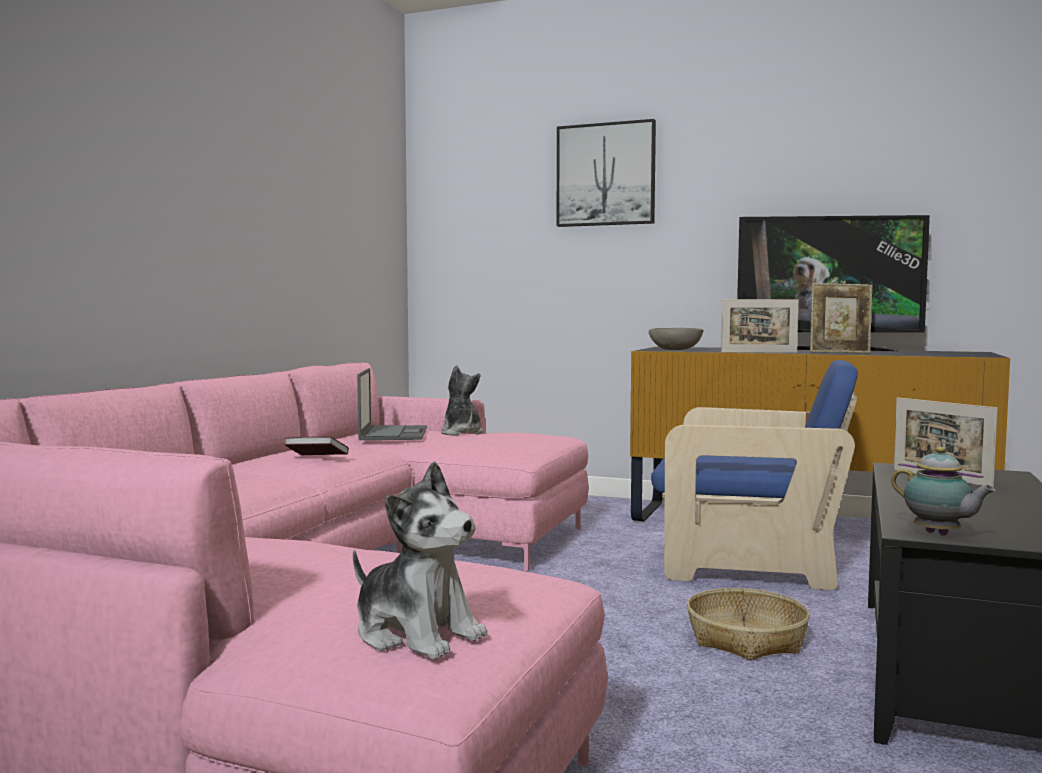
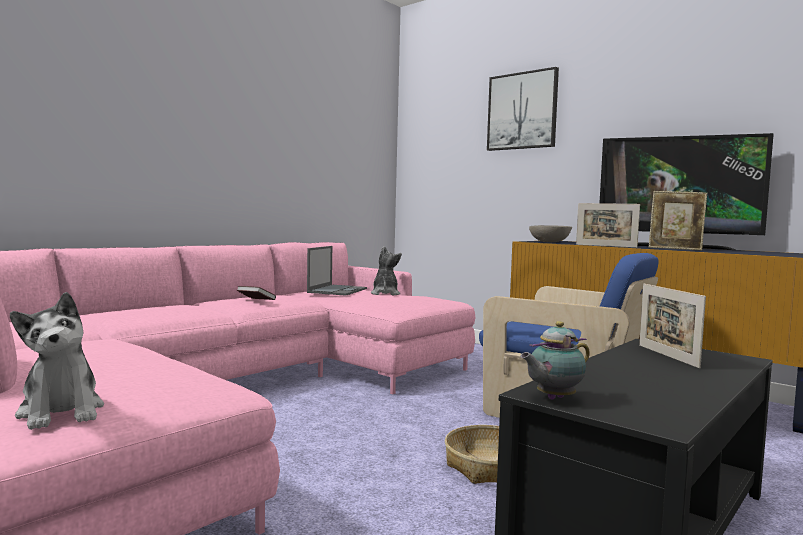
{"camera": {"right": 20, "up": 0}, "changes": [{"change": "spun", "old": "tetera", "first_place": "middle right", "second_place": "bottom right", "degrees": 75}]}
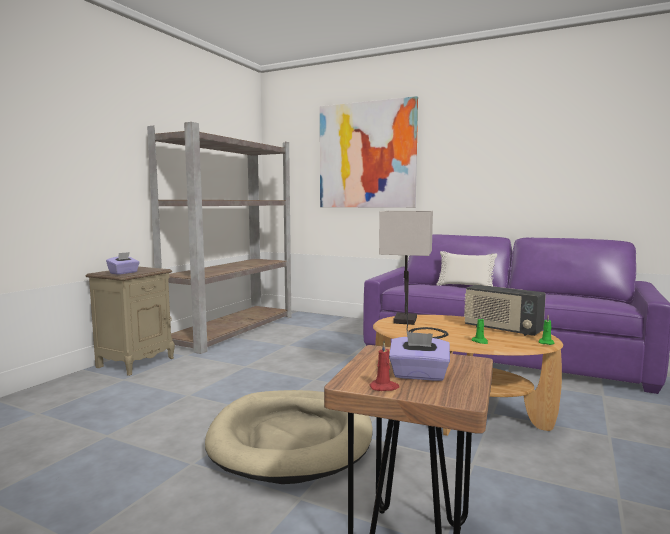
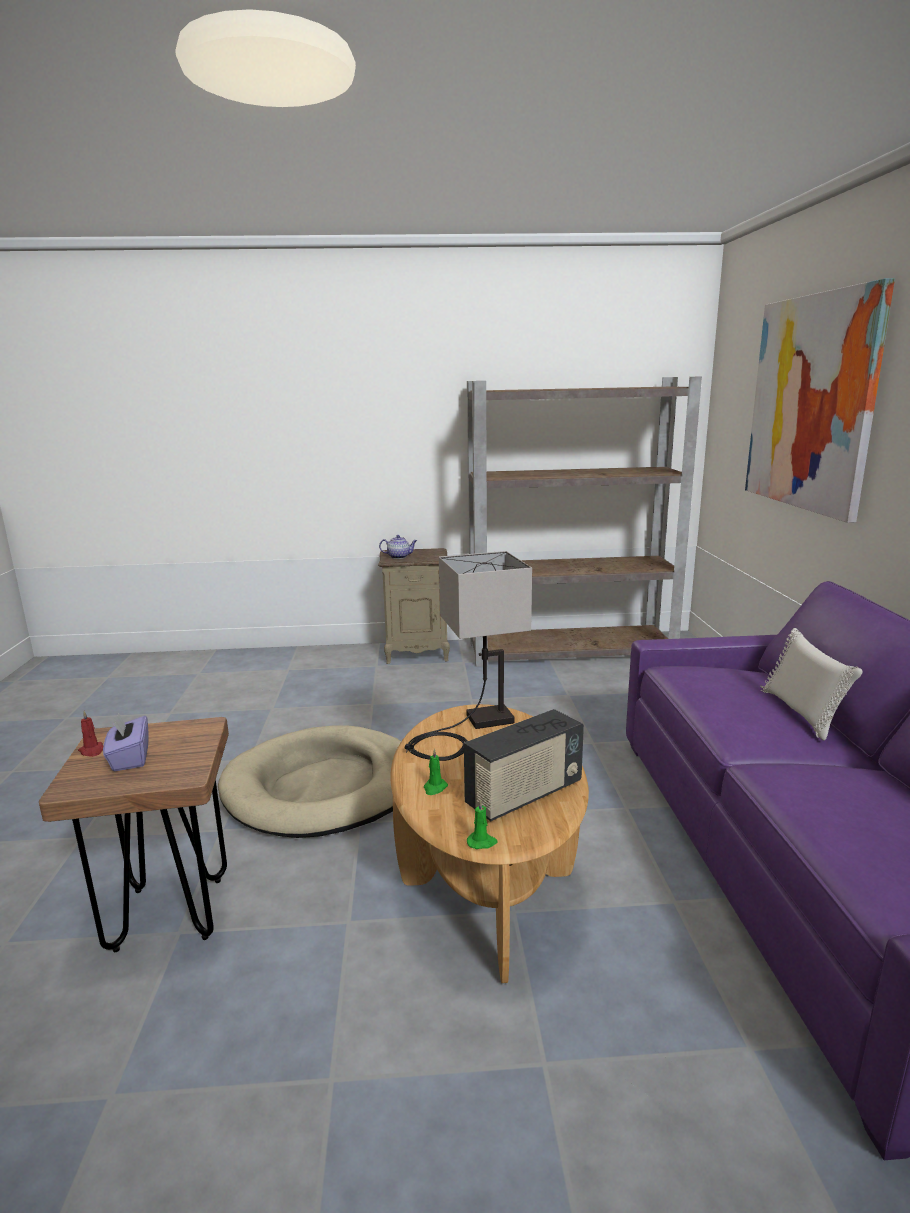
{"camera": {"right": 60, "up": 10}, "changes": [{"change": "exchanged", "old": "caja de pañuelos [morado] (no. 1 from left)", "new": "tetera", "first_place": "middle left", "second_place": "centre"}, {"change": "spun", "old": "radio", "first_place": "middle right", "second_place": "centre", "degrees": -135}]}
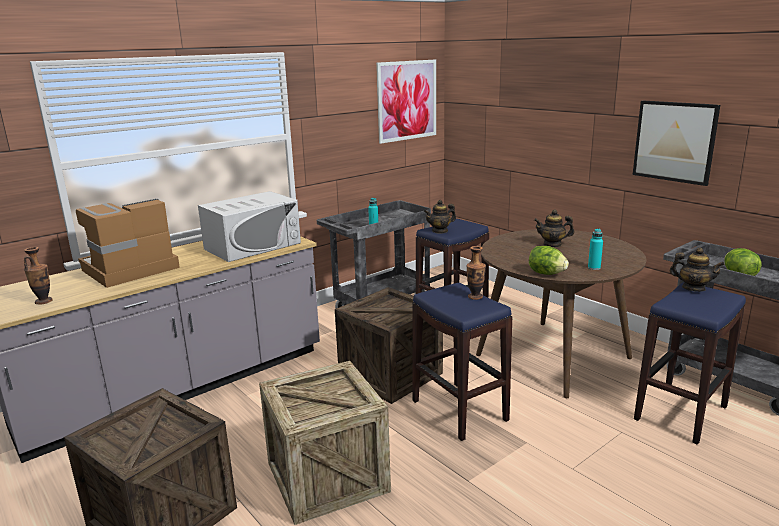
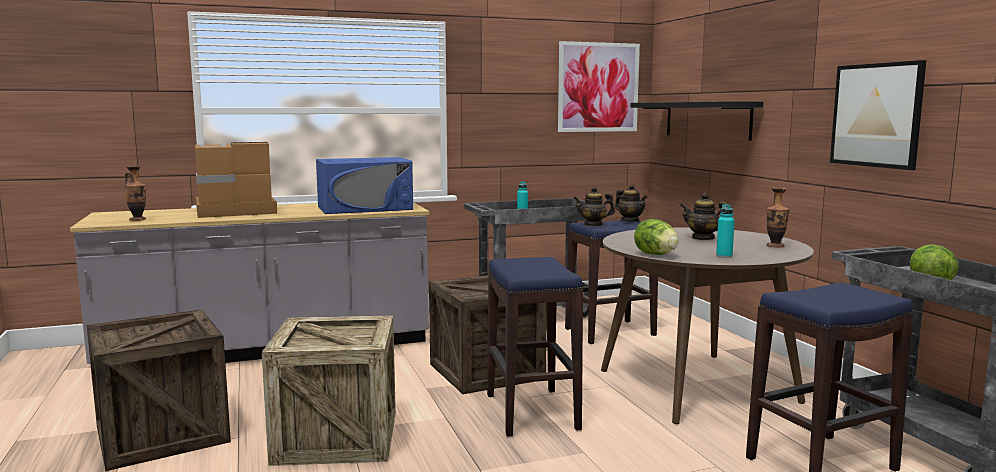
{"camera": {"right": 20, "up": -10}, "changes": [{"change": "colour", "old": "microondas [blanco]", "new": "microondas [azul]", "first_place": "middle left", "second_place": "centre"}, {"change": "relocated", "old": "florero (no. 2 from left)", "first_place": "centre", "second_place": "middle right"}, {"change": "relocated", "old": "tetera (no. 3 from left in the first image)", "new": "tetera (no. 2 from left)", "first_place": "middle right", "second_place": "centre"}, {"change": "appeared", "new": "estante [negro]", "second_place": "top right"}]}
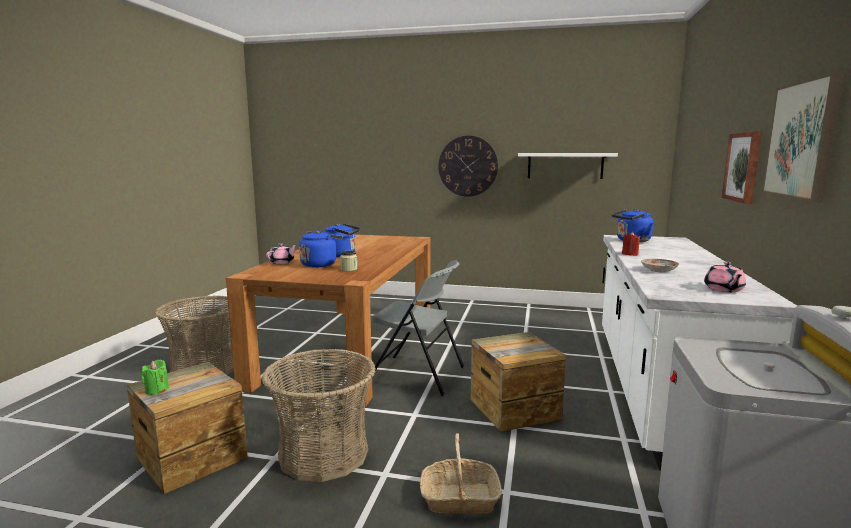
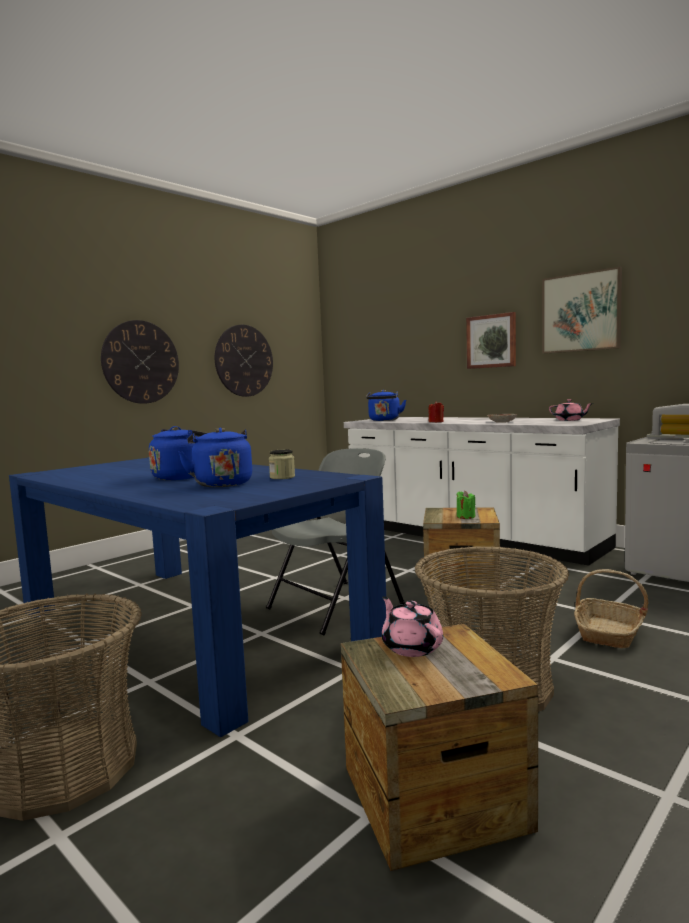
{"camera": {"right": -60, "up": -5}, "changes": [{"change": "relocated", "old": "vela [verde]", "first_place": "bottom left", "second_place": "middle right"}, {"change": "colour", "old": "mesa de comedor [marrón]", "new": "mesa de comedor [azul]", "first_place": "centre", "second_place": "middle left"}, {"change": "relocated", "old": "tetera [rosa] (no. 1 from left)", "first_place": "middle left", "second_place": "bottom centre"}, {"change": "exchanged", "old": "estante [blanco]", "new": "reloj de pared (no. 2 from left)", "first_place": "top right", "second_place": "centre"}]}
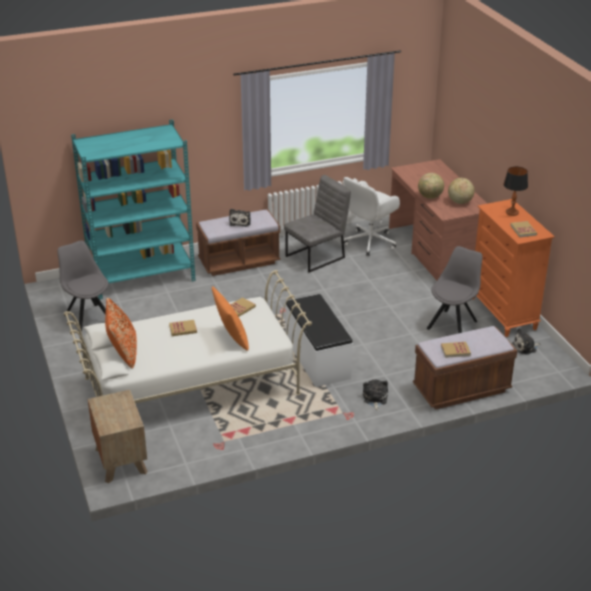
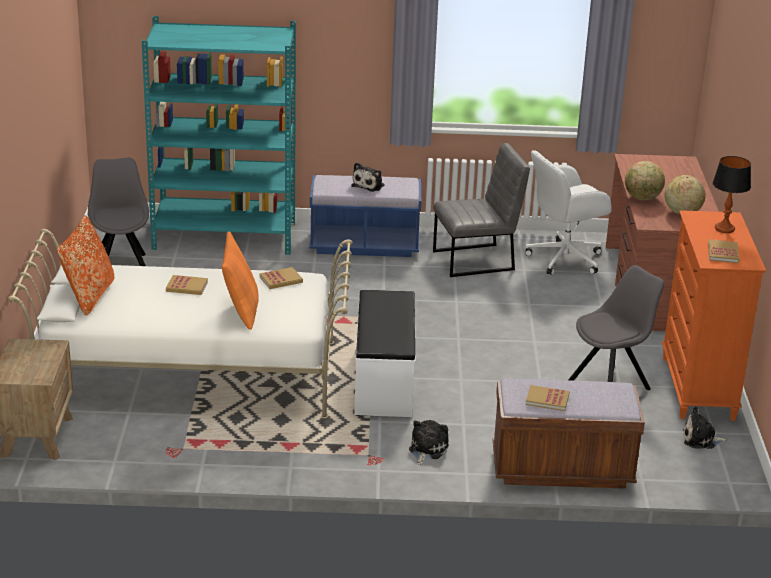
{"camera": {"right": 20, "up": -5}, "changes": [{"change": "colour", "old": "banco [marrón] (no. 1 from left)", "new": "banco [azul]", "first_place": "centre", "second_place": "centre"}]}
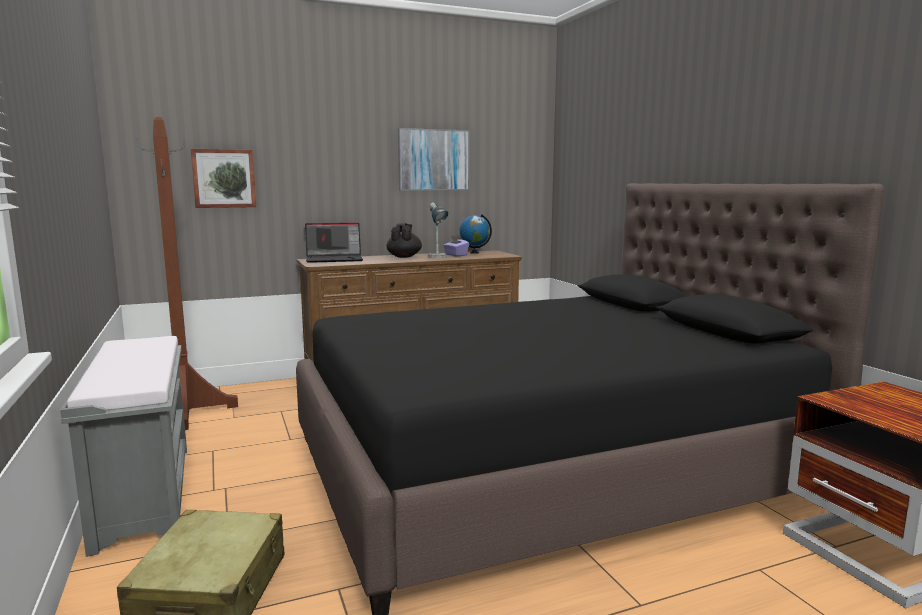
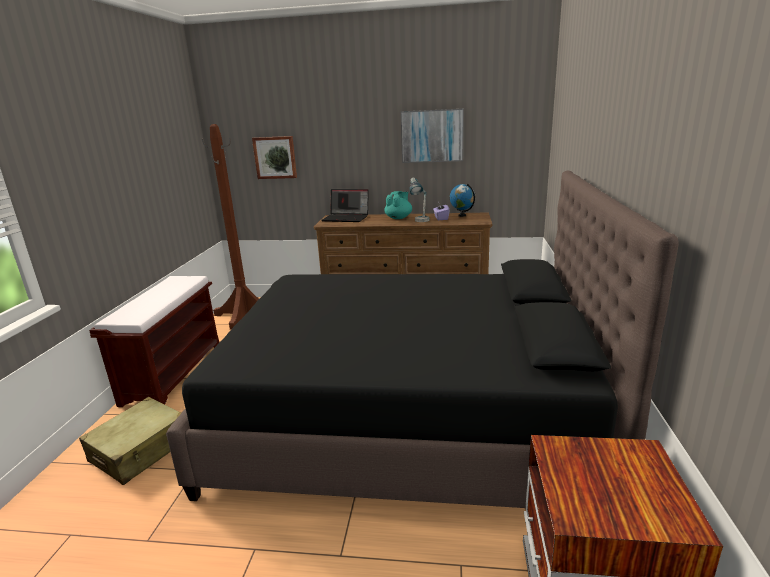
{"camera": {"right": 30, "up": 10}, "changes": [{"change": "colour", "old": "banco [gris]", "new": "banco [marrón]", "first_place": "bottom left", "second_place": "middle left"}, {"change": "colour", "old": "tetera [negro]", "new": "tetera [turquesa]", "first_place": "centre", "second_place": "centre"}]}
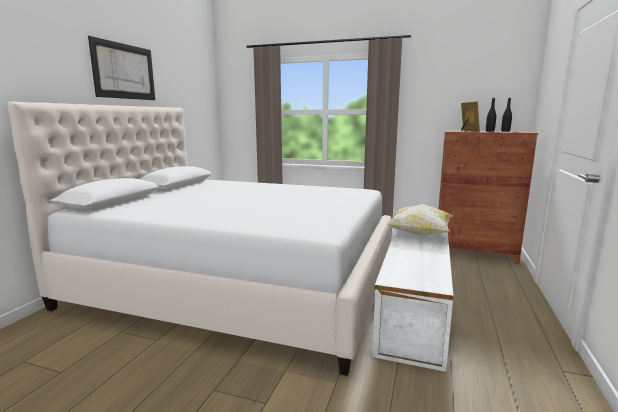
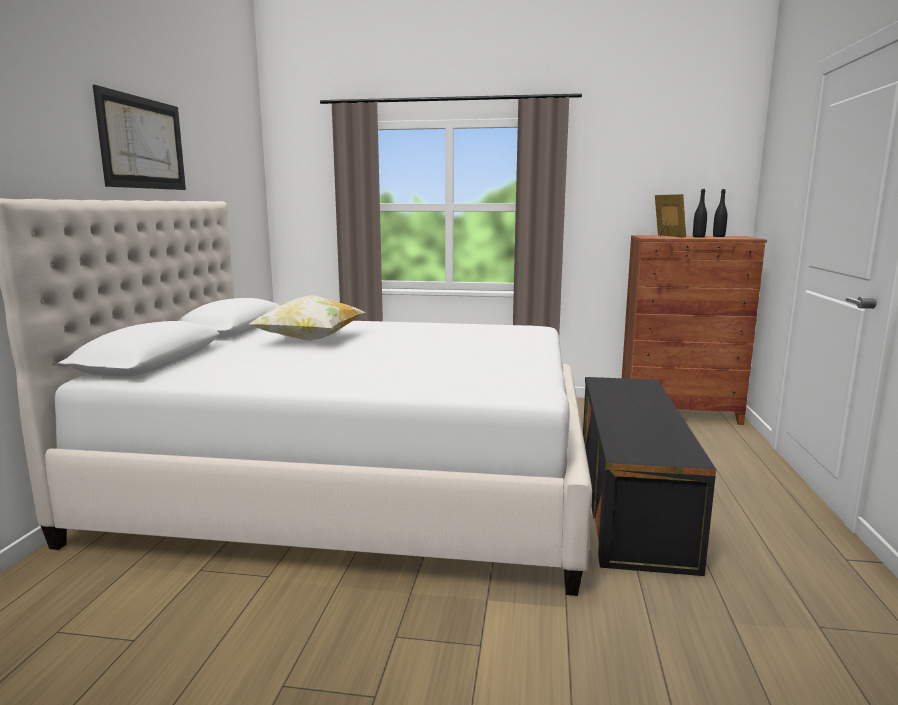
{"camera": {"right": -10, "up": 0}, "changes": [{"change": "colour", "old": "banco [blanco]", "new": "banco [negro]", "first_place": "bottom right", "second_place": "bottom right"}, {"change": "relocated", "old": "cojín", "first_place": "middle right", "second_place": "centre"}]}
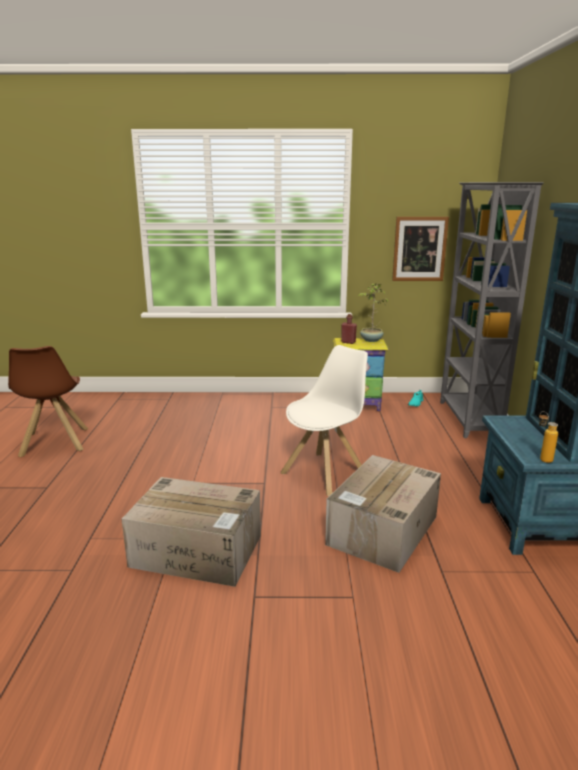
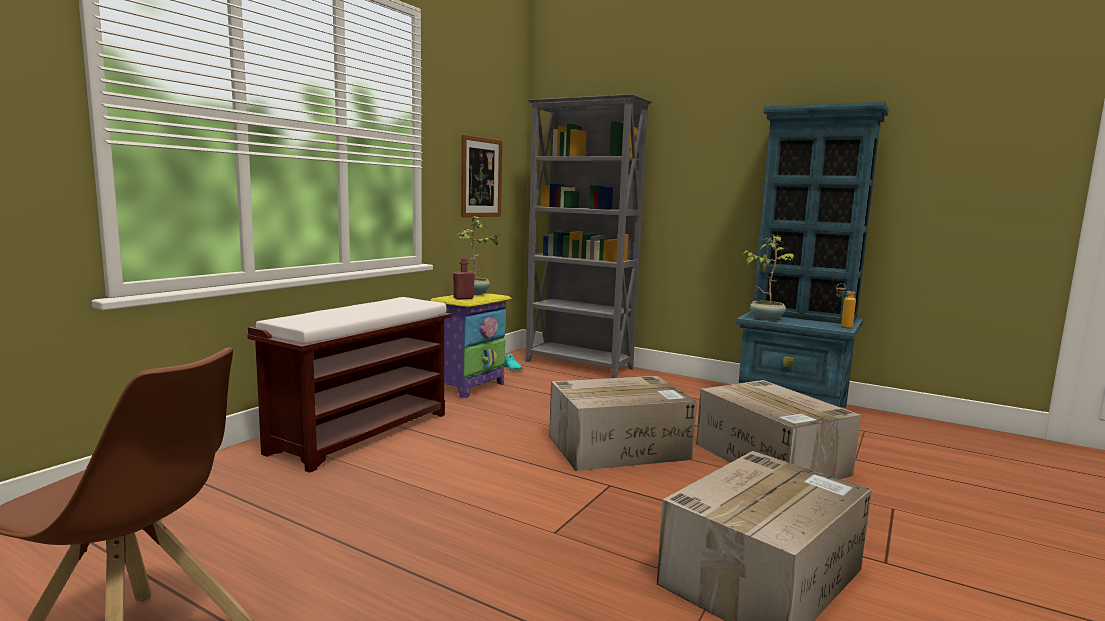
{"camera": {"right": -60, "up": -10}, "changes": [{"change": "exchanged", "old": "silla [blanco]", "new": "caja de cartón (no. 1 from left)", "first_place": "centre", "second_place": "bottom centre"}, {"change": "appeared", "new": "banco [marrón]", "second_place": "middle left"}, {"change": "appeared", "new": "planta en maceta (no. 2 from left)", "second_place": "middle right"}]}
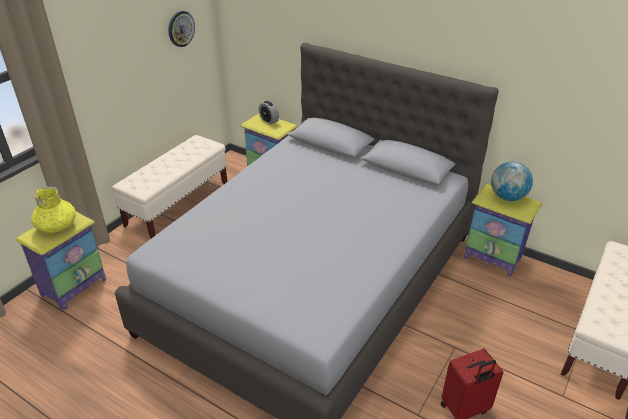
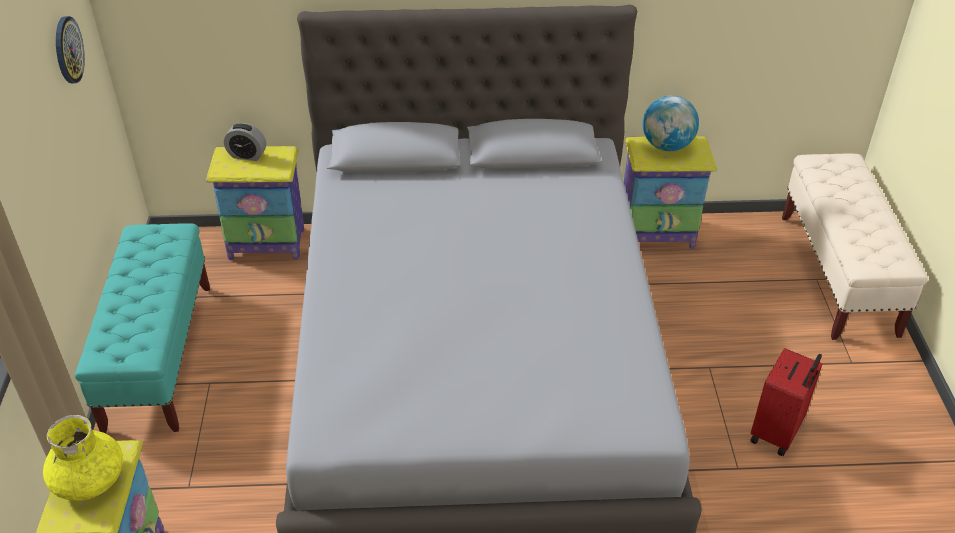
{"camera": {"right": -35, "up": 5}, "changes": [{"change": "colour", "old": "banco [beis] (no. 1 from left)", "new": "banco [turquesa]", "first_place": "middle left", "second_place": "middle left"}]}
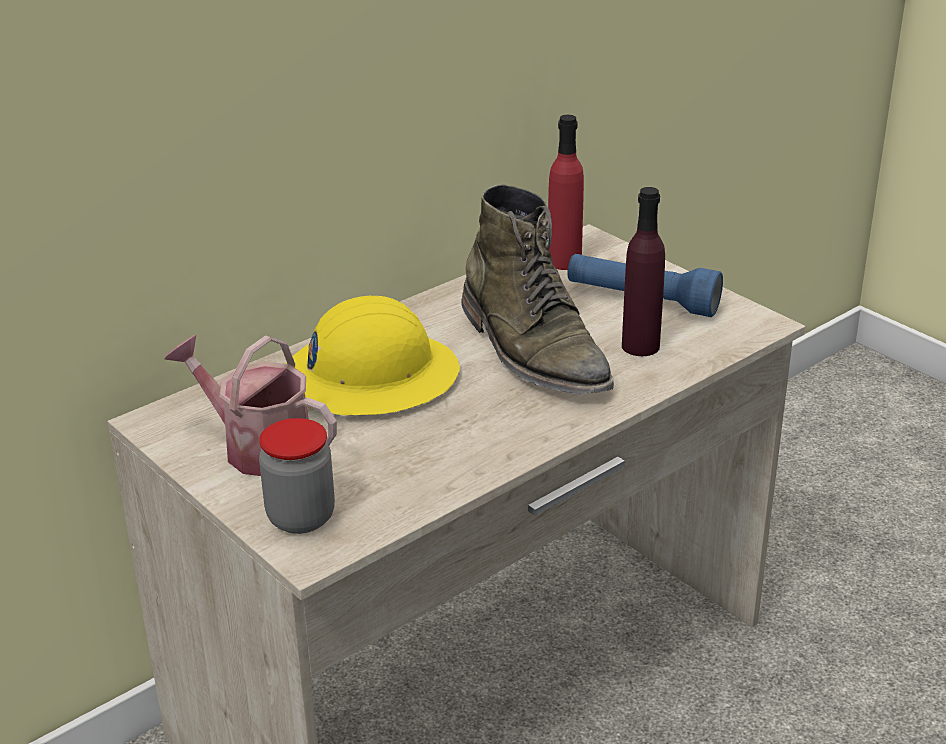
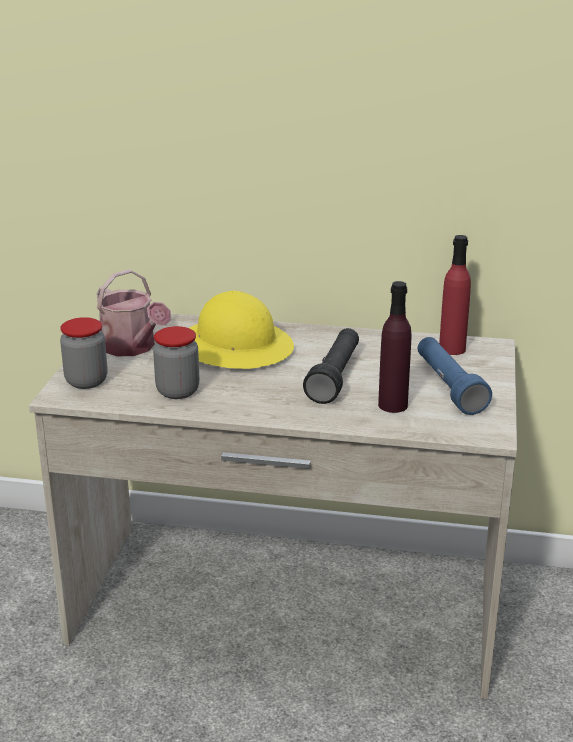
{"camera": {"right": 50, "up": -5}, "changes": [{"change": "spun", "old": "regadera", "first_place": "middle left", "second_place": "middle left", "degrees": 150}, {"change": "exchanged", "old": "bota [verde]", "new": "linterna [negro]", "first_place": "centre", "second_place": "centre"}, {"change": "appeared", "new": "tarro (no. 2 from left)", "second_place": "middle left"}]}
